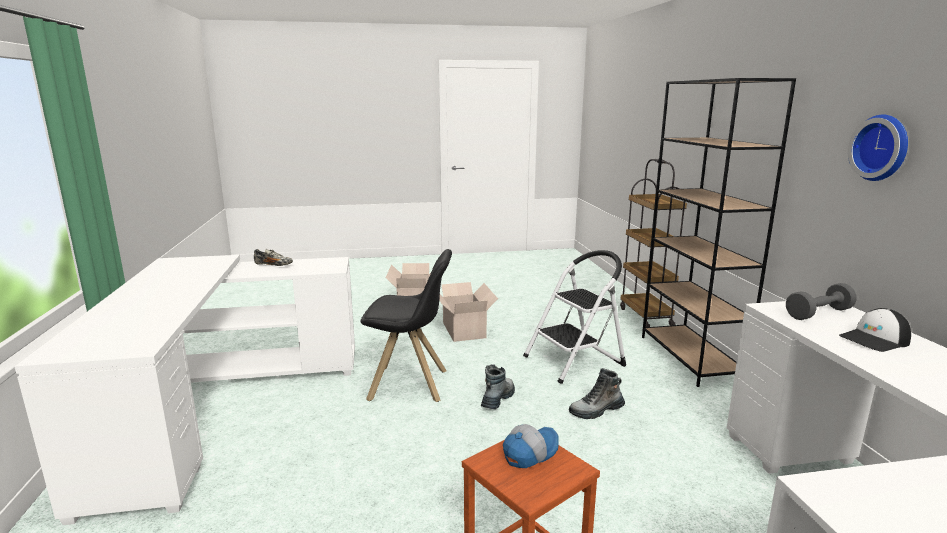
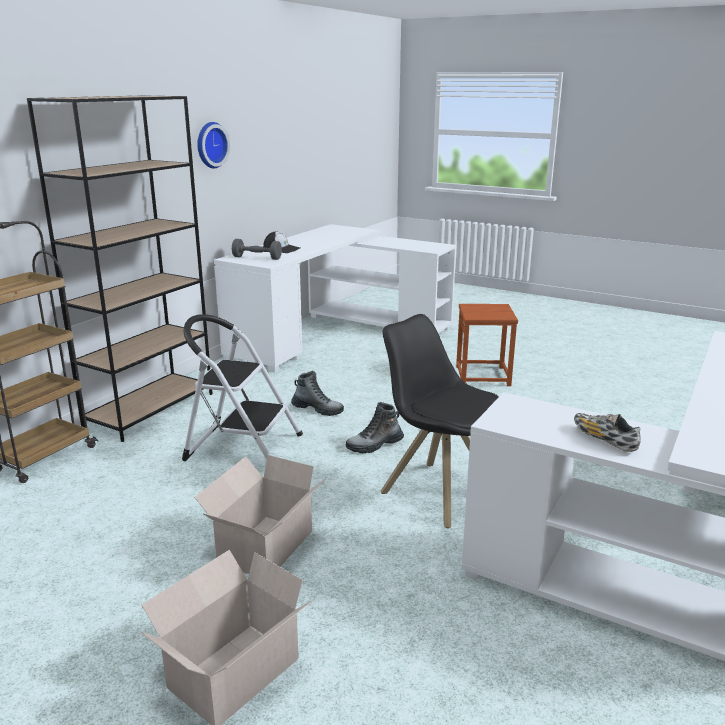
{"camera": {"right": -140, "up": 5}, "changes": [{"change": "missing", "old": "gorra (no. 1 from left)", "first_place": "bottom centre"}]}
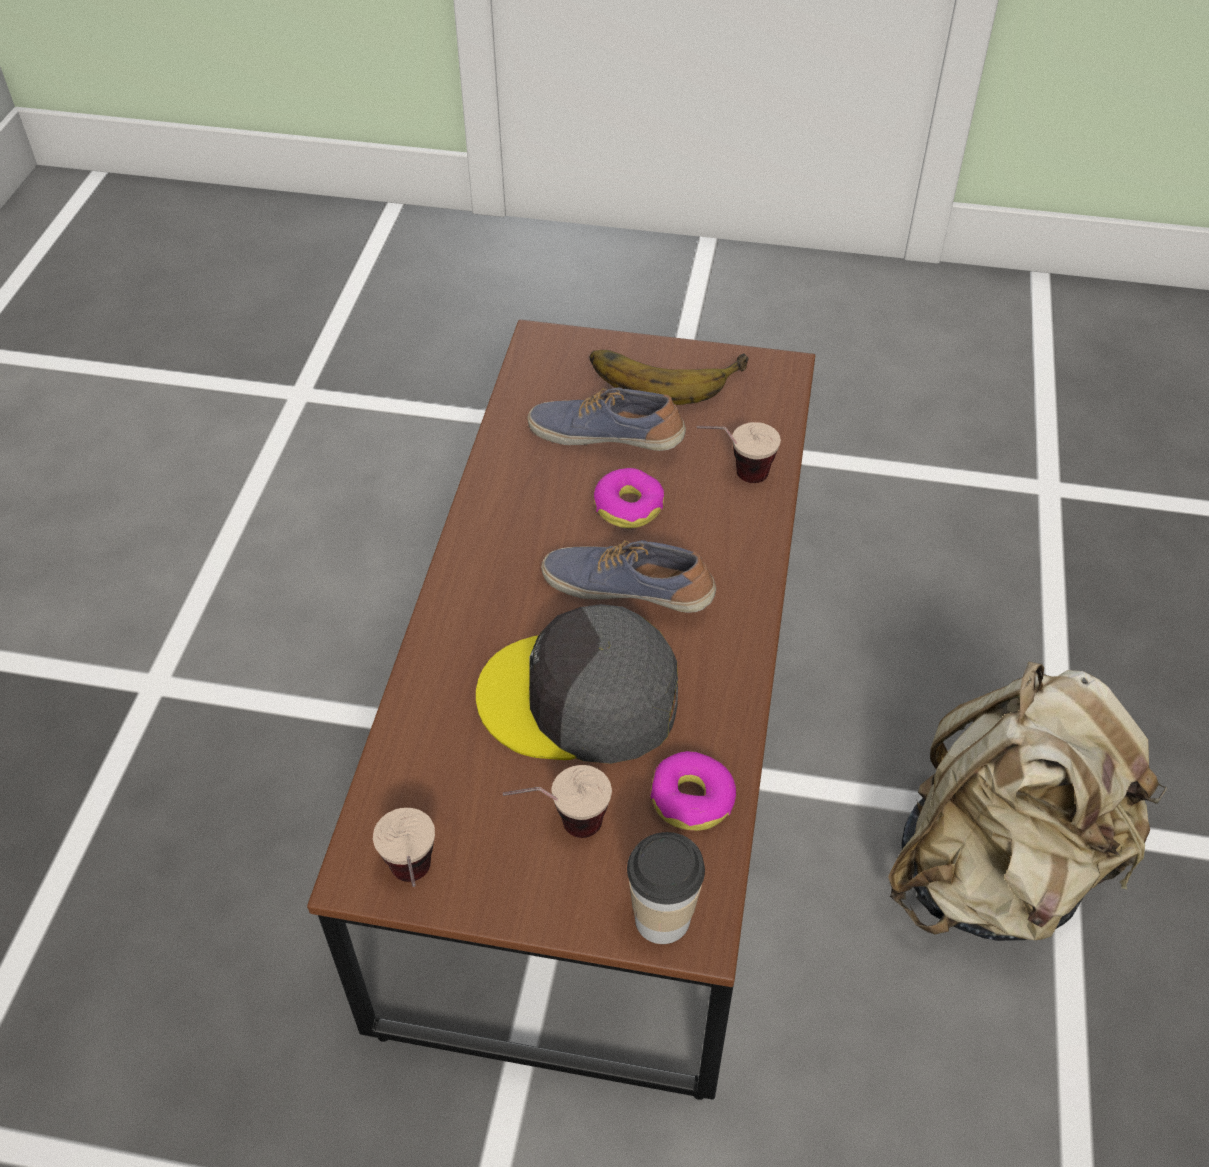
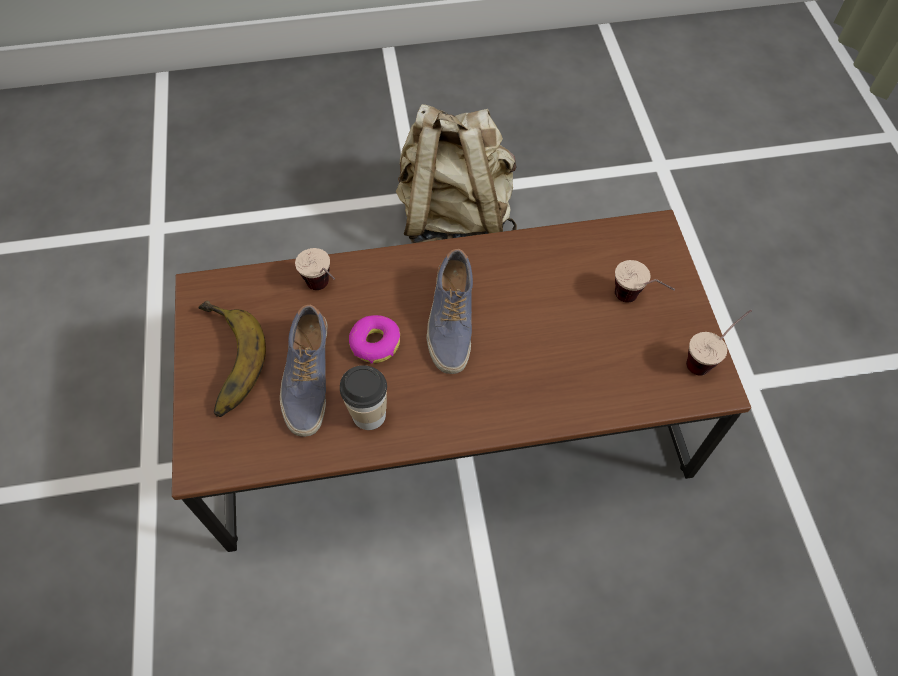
{"camera": {"right": -110, "up": 10}, "changes": [{"change": "missing", "old": "gorra [gris]", "first_place": "centre"}, {"change": "relocated", "old": "taza (no. 3 from left in the first image)", "new": "taza (no. 2 from left)", "first_place": "bottom centre", "second_place": "centre"}, {"change": "missing", "old": "rosquilla (no. 2 from left)", "first_place": "bottom centre"}]}
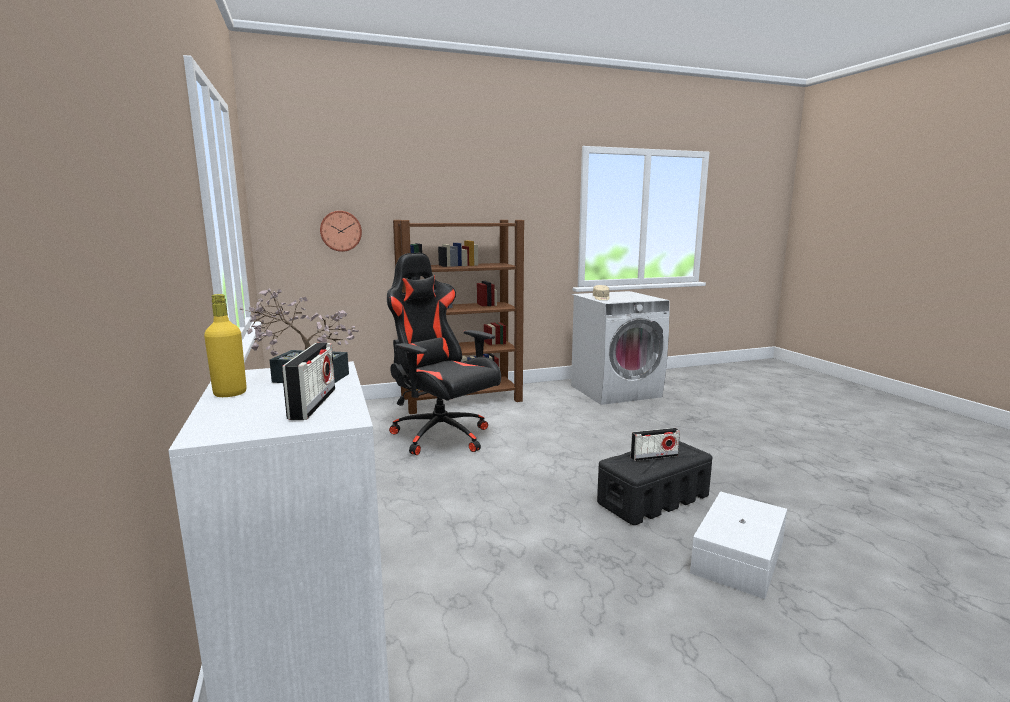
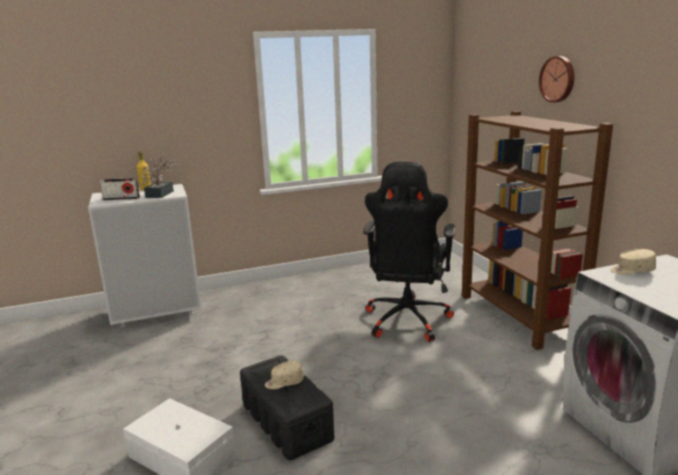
{"camera": {"right": 90, "up": 5}, "changes": [{"change": "relocated", "old": "reloj de pared", "first_place": "top centre", "second_place": "top right"}, {"change": "spun", "old": "silla de oficina [negro]", "first_place": "centre", "second_place": "centre", "degrees": 150}, {"change": "exchanged", "old": "radio (no. 2 from left)", "new": "gorra [beis] (no. 1 from left)", "first_place": "centre", "second_place": "bottom centre"}]}
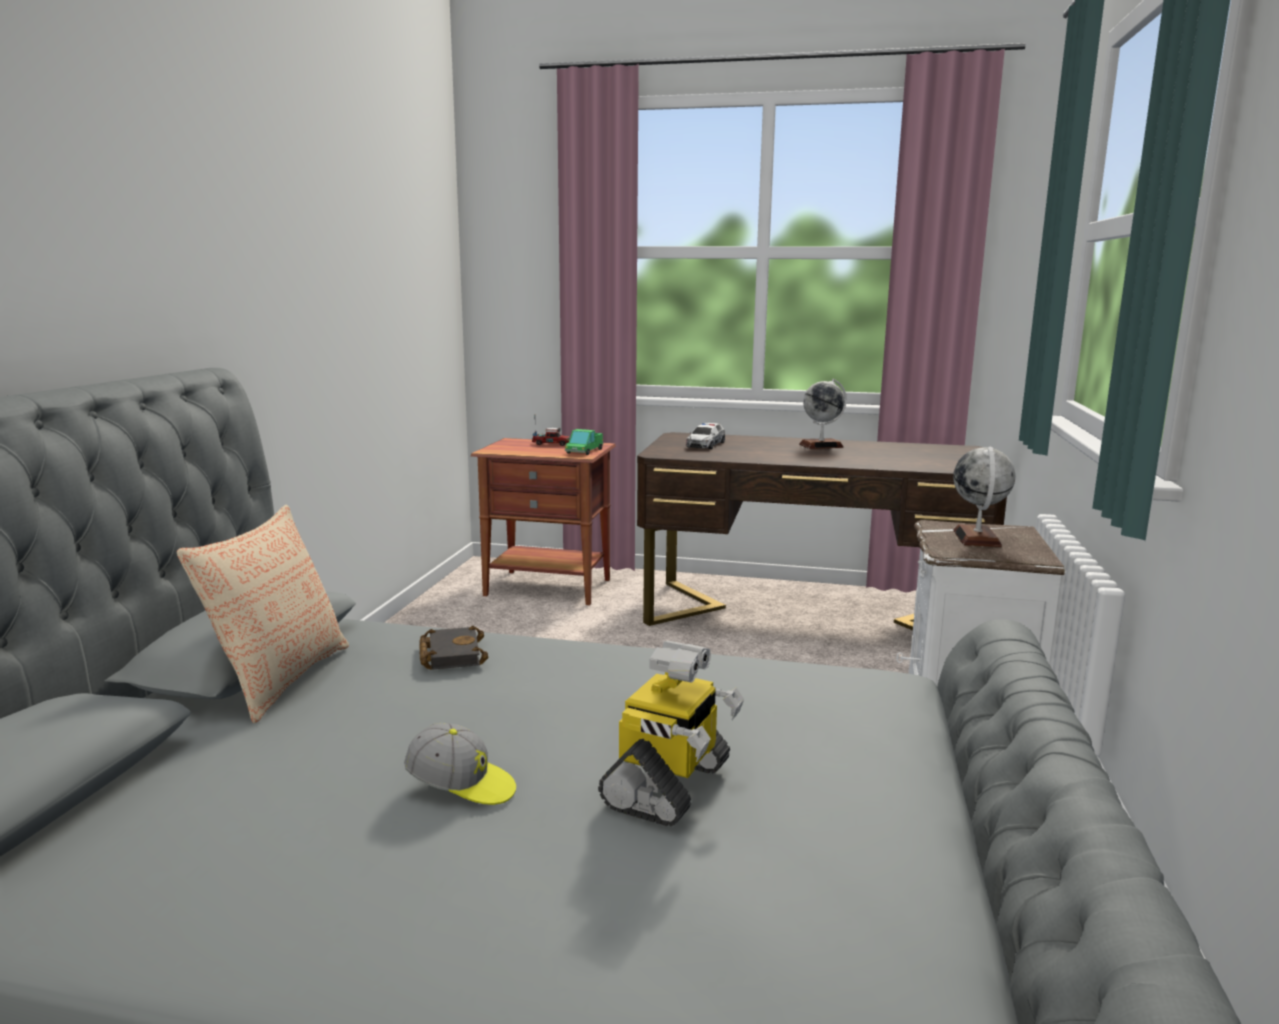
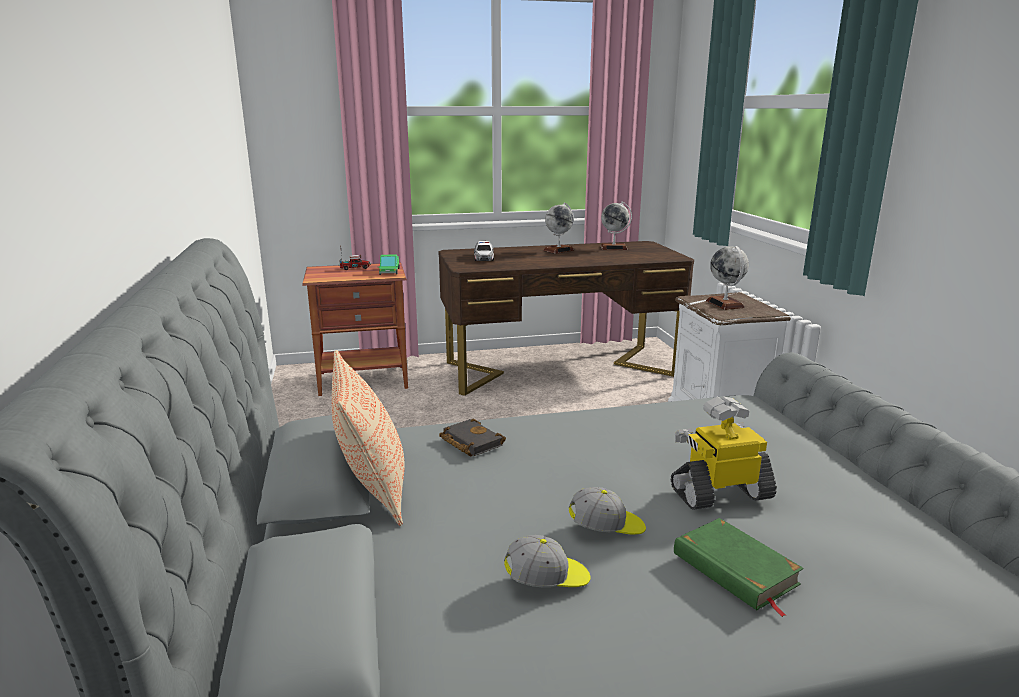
{"camera": {"right": -25, "up": 5}, "changes": [{"change": "spun", "old": "robot de juguete", "first_place": "bottom centre", "second_place": "middle right", "degrees": -105}, {"change": "appeared", "new": "gorra (no. 1 from left)", "second_place": "bottom centre"}, {"change": "appeared", "new": "globo terráqueo (no. 2 from left)", "second_place": "top centre"}, {"change": "appeared", "new": "libro [verde]", "second_place": "bottom right"}]}
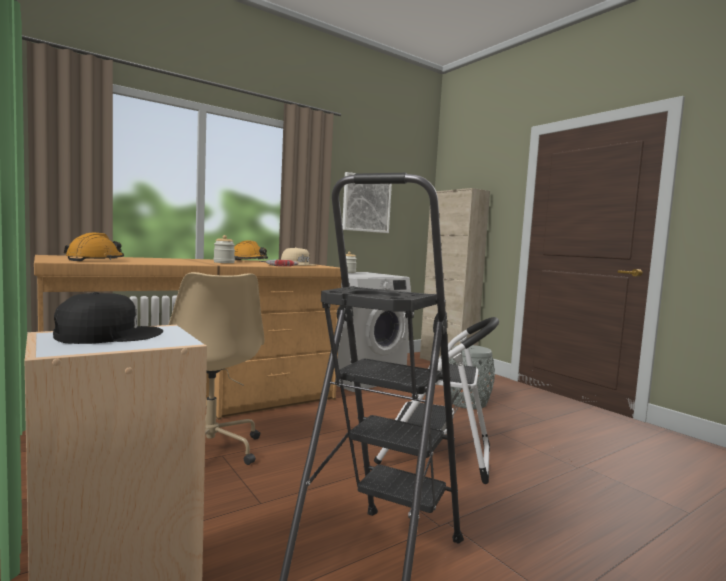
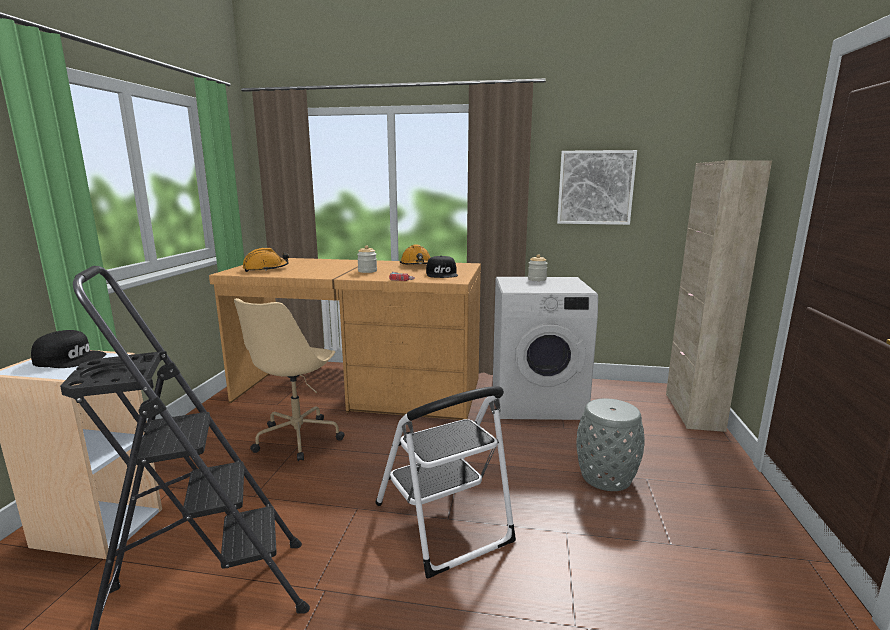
{"camera": {"right": 45, "up": 10}, "changes": [{"change": "colour", "old": "gorra [beis]", "new": "gorra [negro] (no. 2 from left)", "first_place": "centre", "second_place": "centre"}]}
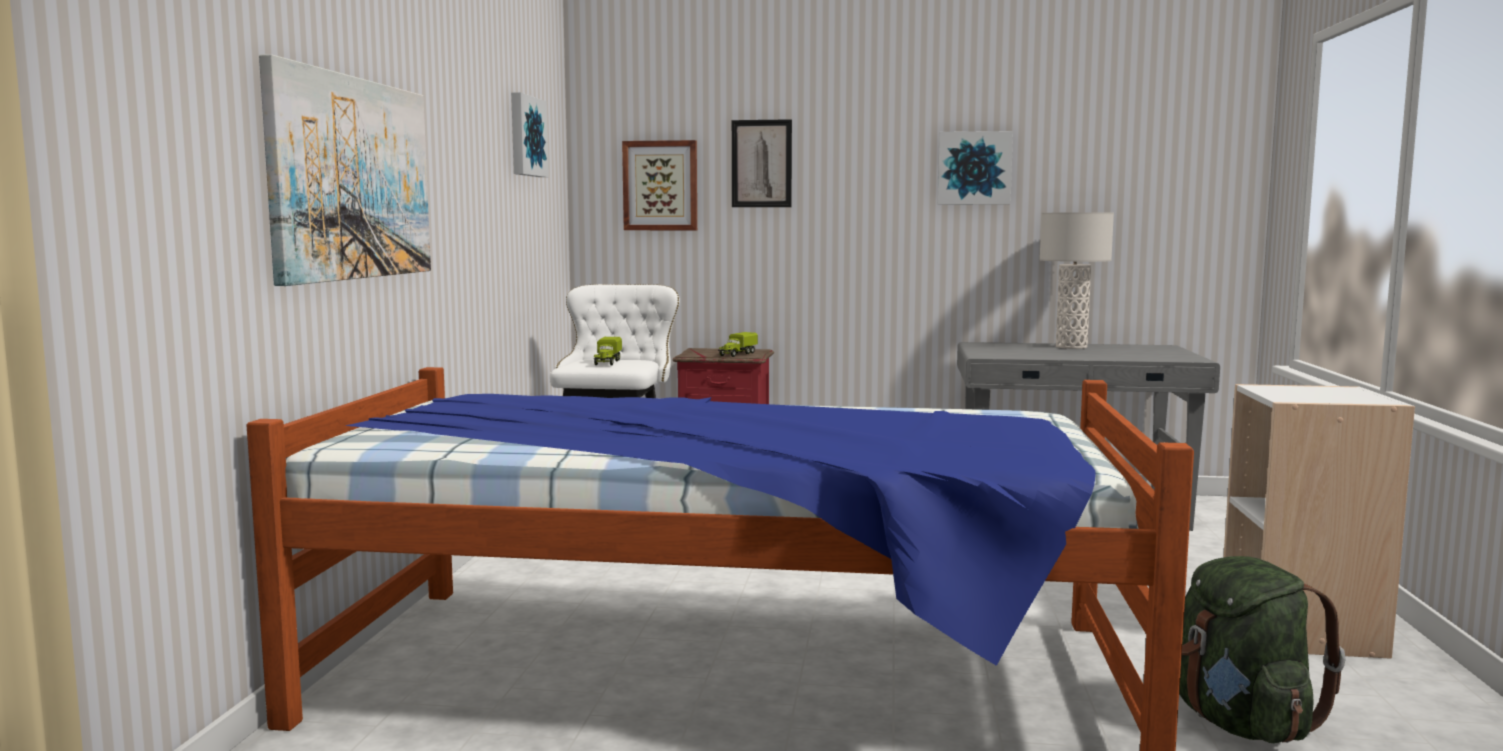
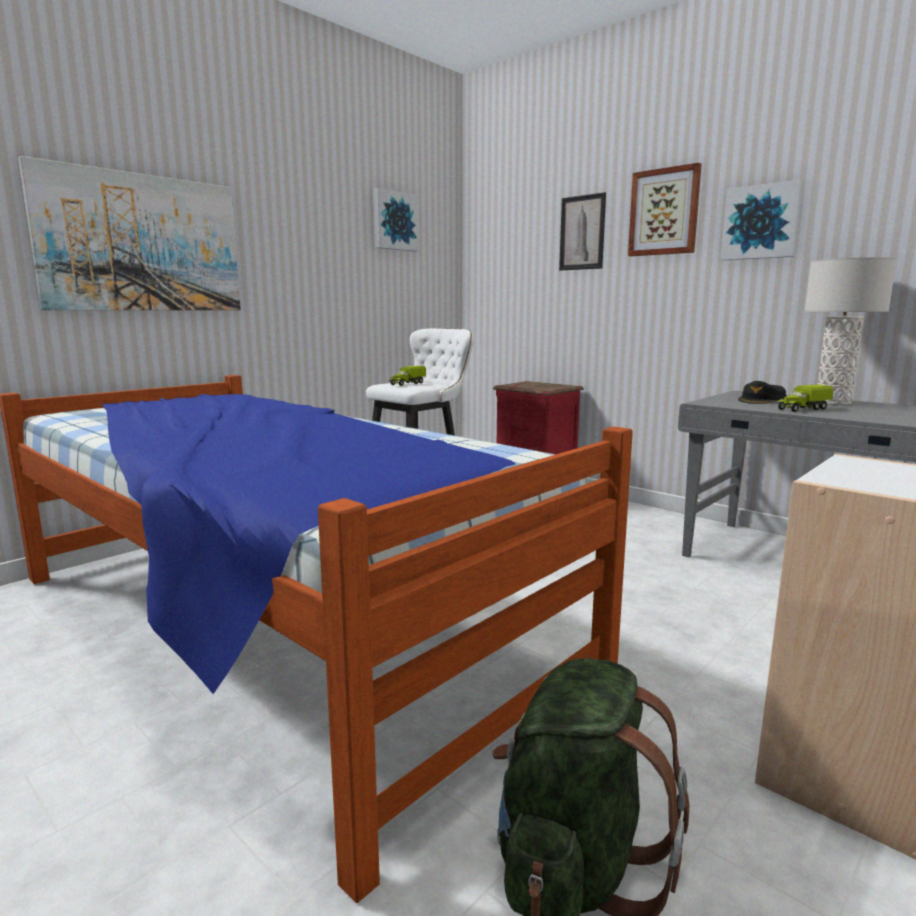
{"camera": {"right": 35, "up": 5}, "changes": [{"change": "relocated", "old": "cuadro (no. 3 from left in the first image)", "new": "cuadro (no. 4 from left)", "first_place": "top centre", "second_place": "top right"}, {"change": "relocated", "old": "camión de juguete (no. 2 from left)", "first_place": "centre", "second_place": "middle right"}, {"change": "appeared", "new": "gorra [negro]", "second_place": "middle right"}]}
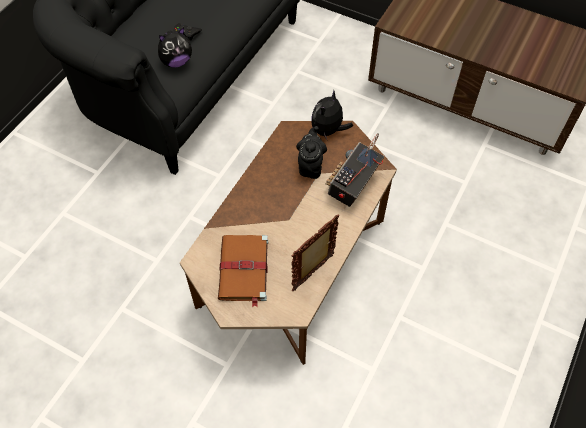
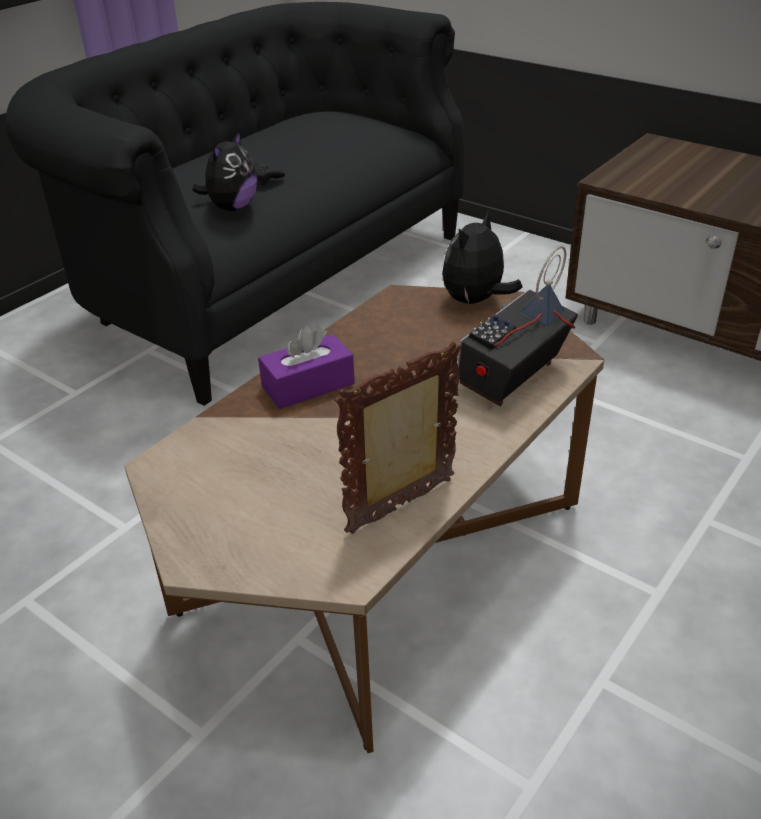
{"camera": {"right": 10, "up": -20}, "changes": [{"change": "spun", "old": "peluche (no. 1 from left)", "first_place": "top left", "second_place": "top left", "degrees": -45}, {"change": "missing", "old": "libro [marrón]", "first_place": "centre"}, {"change": "missing", "old": "tetera [negro]", "first_place": "centre"}, {"change": "appeared", "new": "caja de pañuelos [morado]", "second_place": "centre"}]}
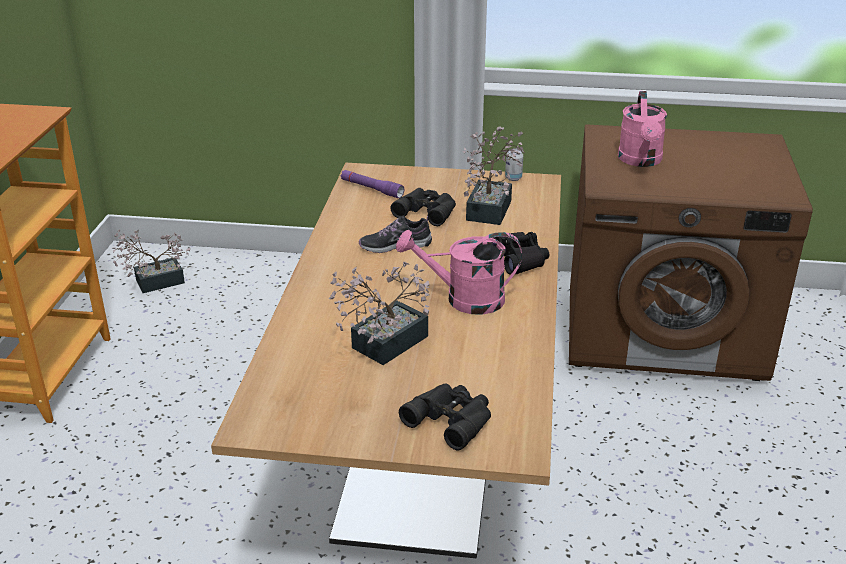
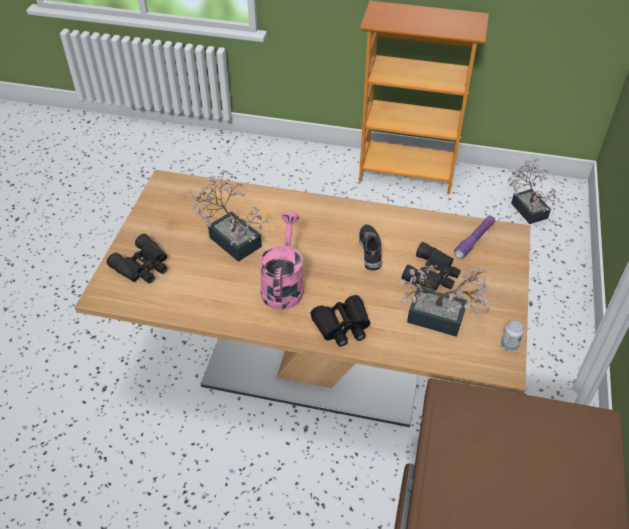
{"camera": {"right": 95, "up": 15}, "changes": [{"change": "missing", "old": "regadera [rosa] (no. 2 from left)", "first_place": "top right"}]}
